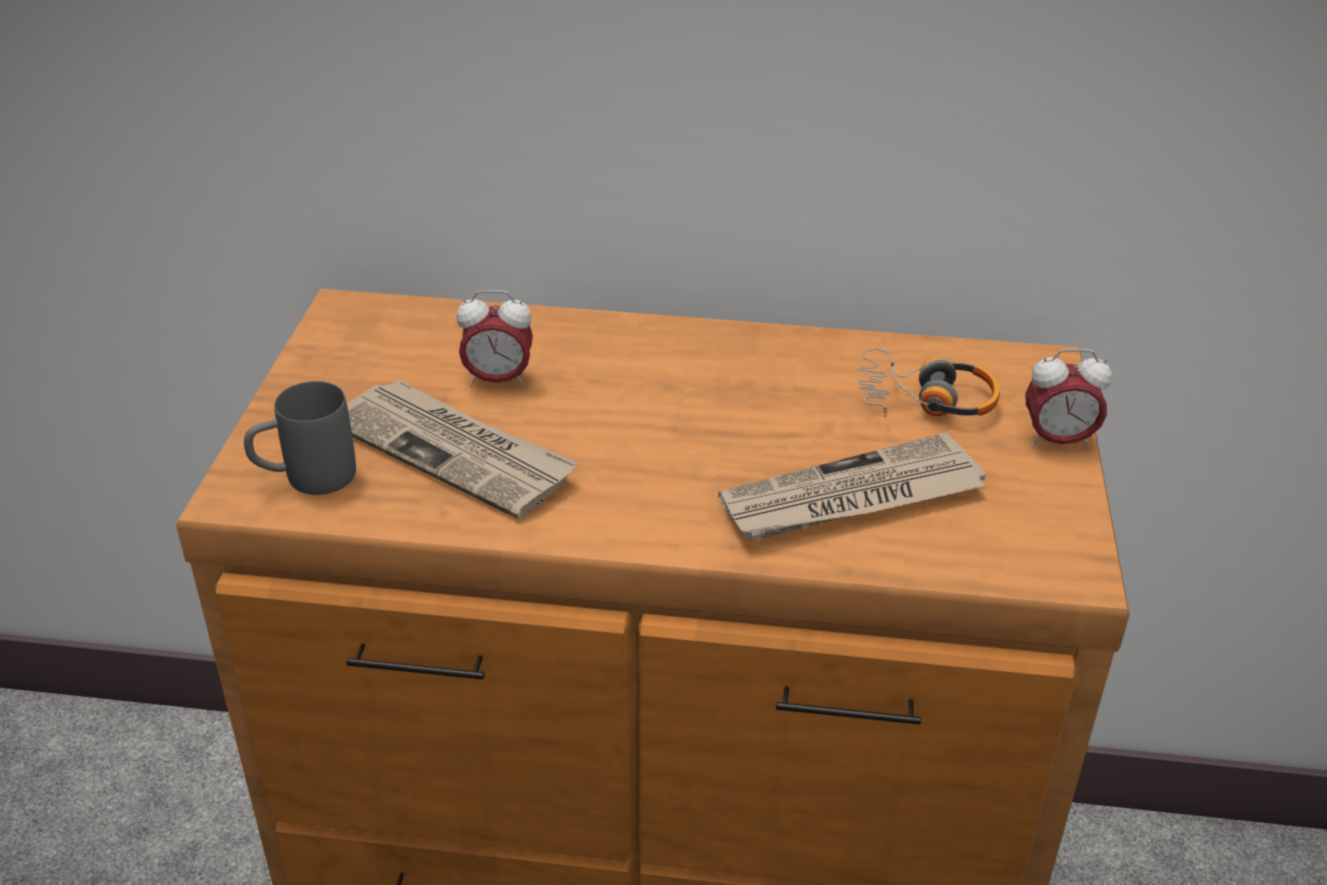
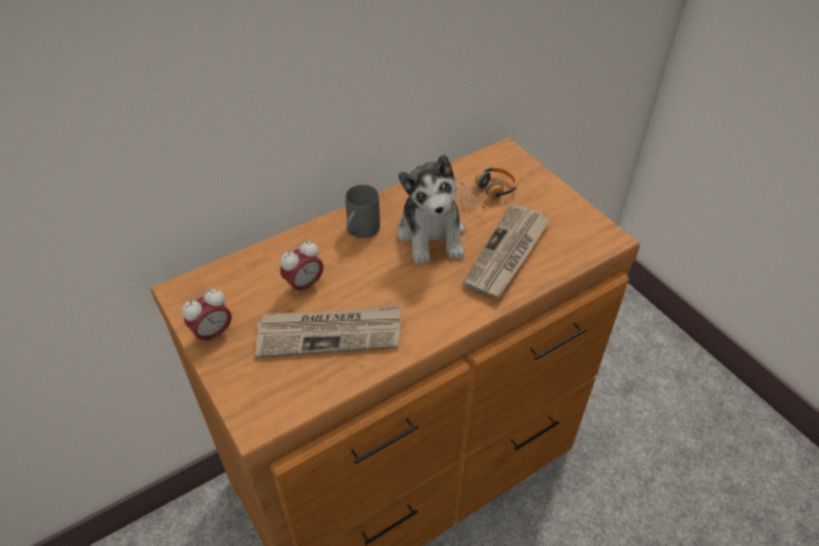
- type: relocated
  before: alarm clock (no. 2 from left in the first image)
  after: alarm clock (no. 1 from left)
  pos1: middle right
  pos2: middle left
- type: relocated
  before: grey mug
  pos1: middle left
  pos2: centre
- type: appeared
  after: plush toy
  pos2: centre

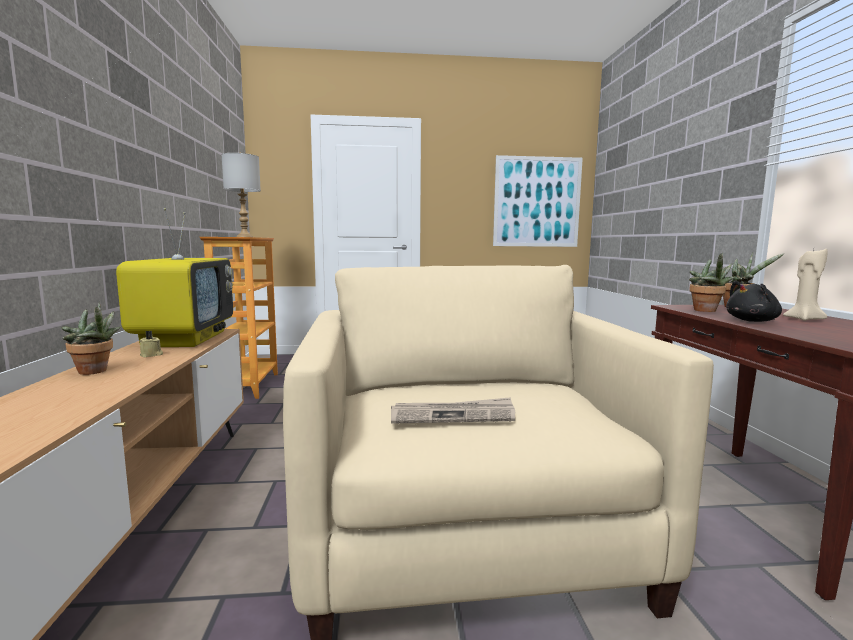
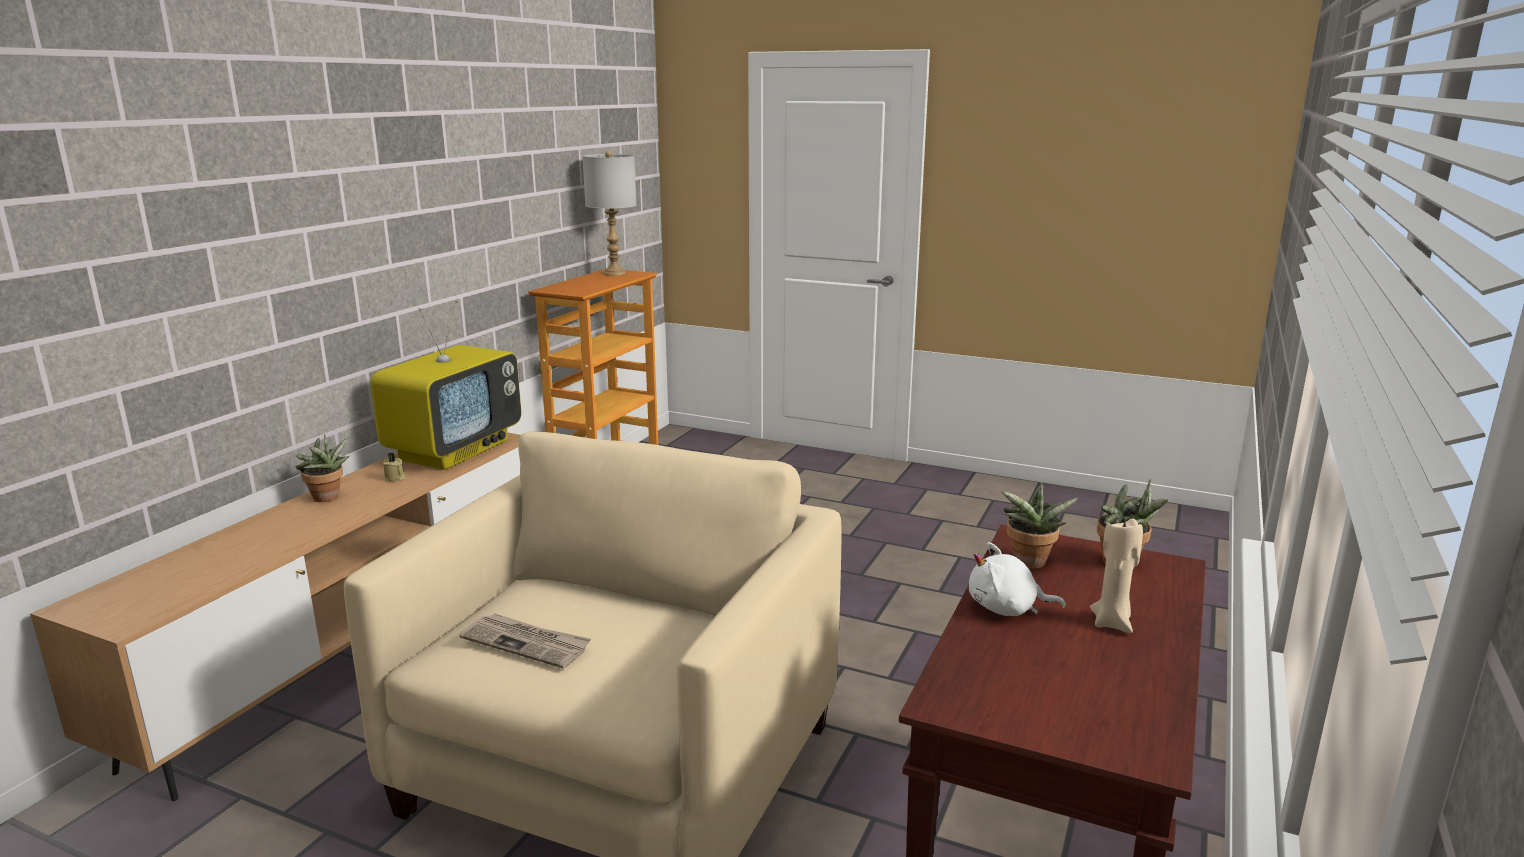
- type: colour
  before: black plush toy
  after: white plush toy
  pos1: middle right
  pos2: bottom right
- type: missing
  before: picture
  pos1: top centre

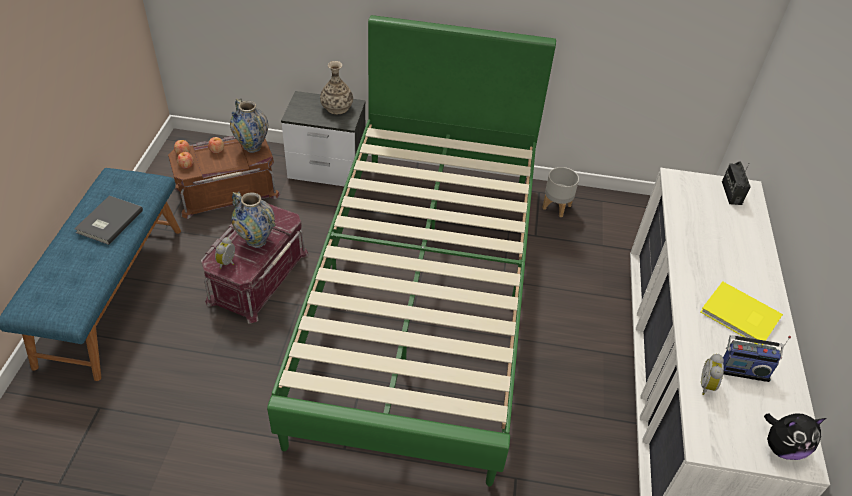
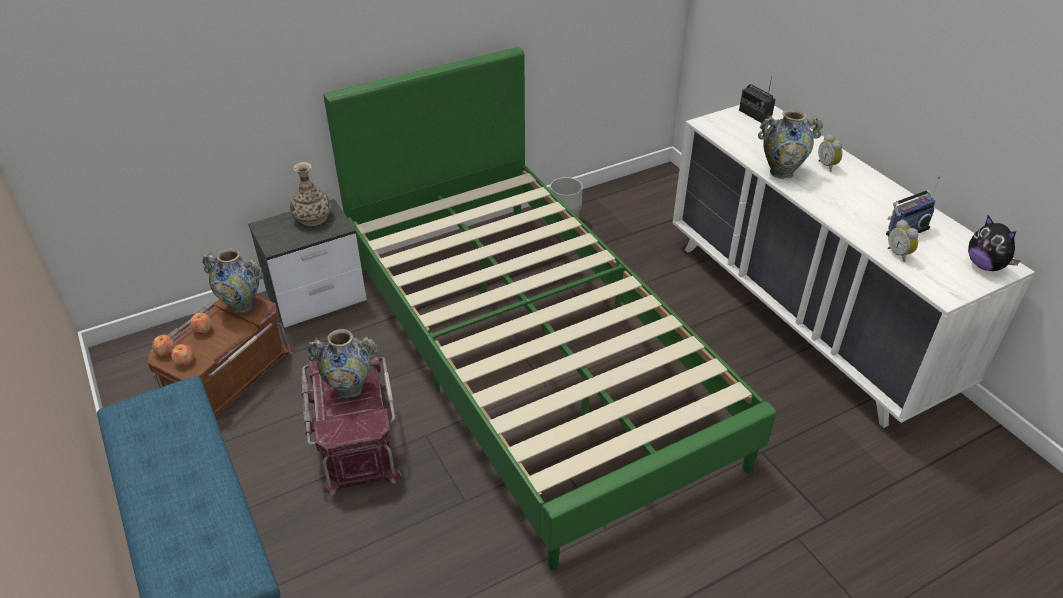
- type: appeared
  after: vase (no. 4 from left)
  pos2: top right
- type: relocated
  before: alarm clock (no. 1 from left)
  pos1: middle left
  pos2: top right
- type: spun
  before: plush toy
  pos1: bottom right
  pos2: middle right
  turn: 105
- type: missing
  before: grey book
  pos1: middle left
- type: missing
  before: yellow book
  pos1: middle right

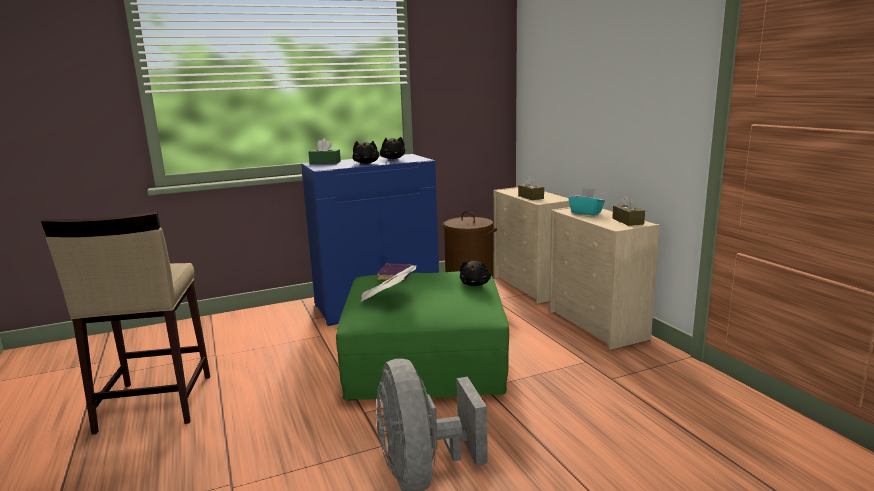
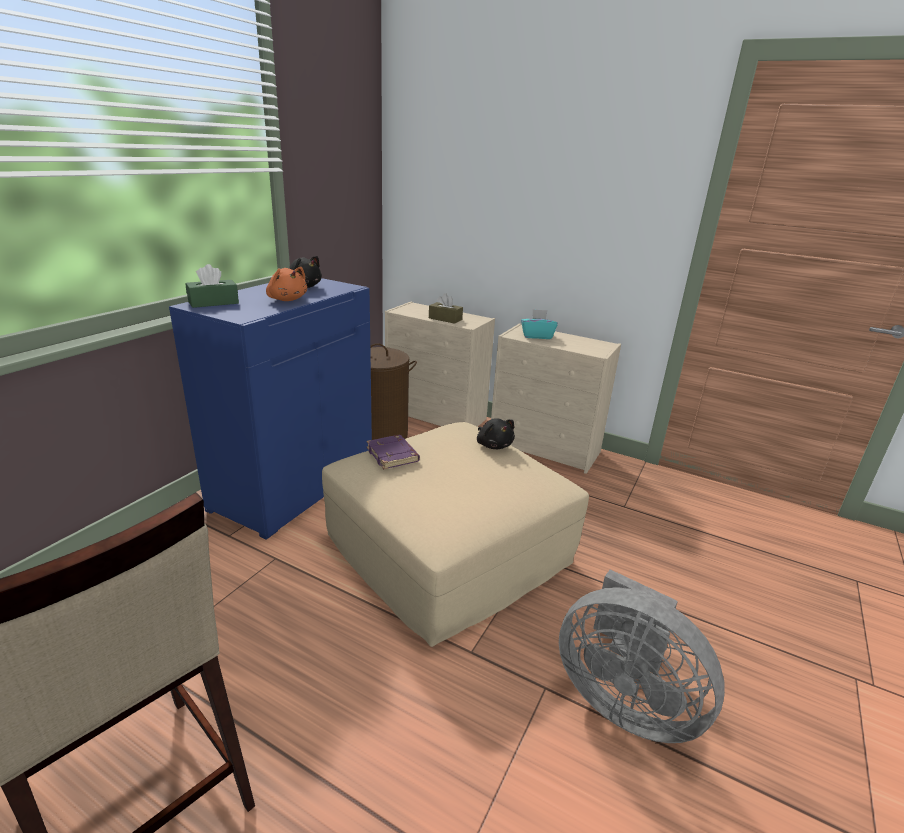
- type: colour
  before: black plush toy (no. 1 from left)
  after: orange plush toy
  pos1: top centre
  pos2: middle left
- type: colour
  before: green ottoman
  after: beige ottoman
  pos1: bottom centre
  pos2: centre
- type: missing
  before: newspaper
  pos1: centre
- type: missing
  before: brown tissue box (no. 2 from left)
  pos1: middle right

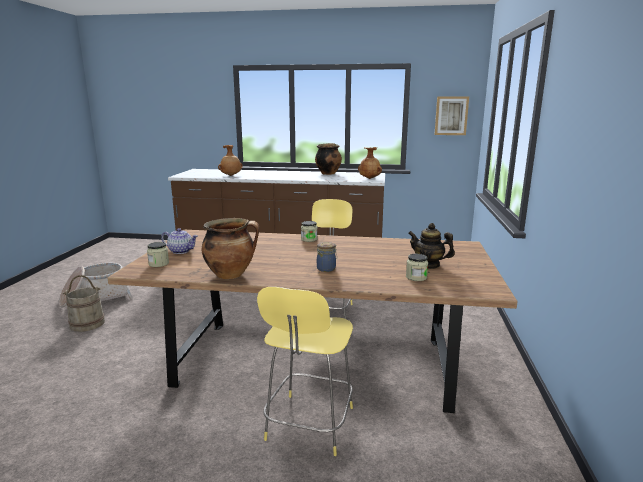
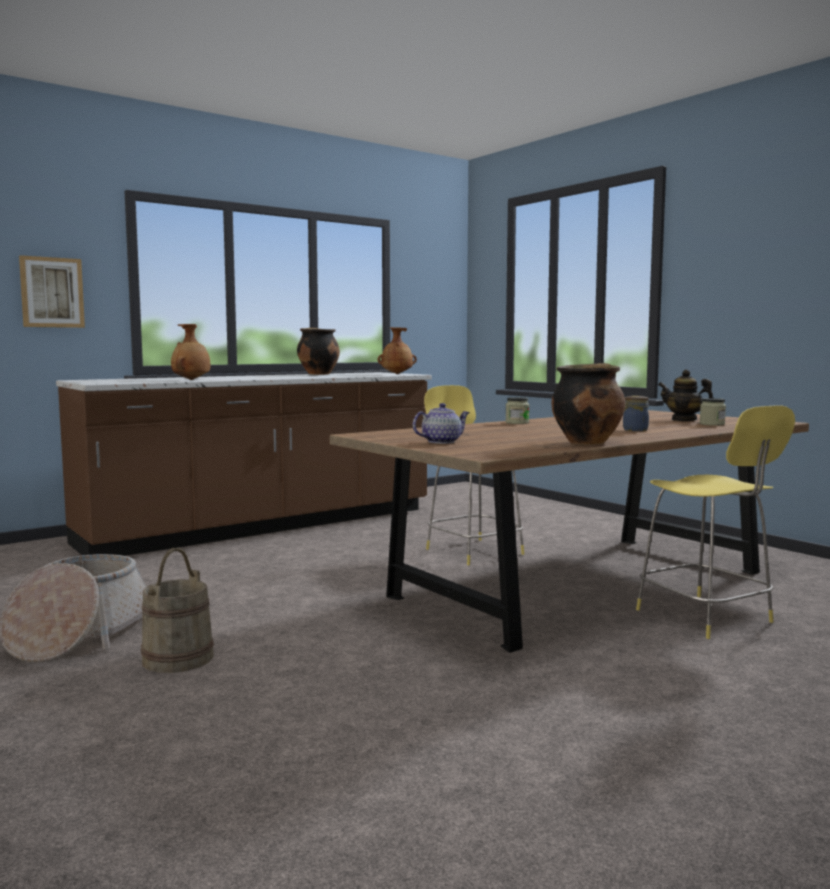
- type: relocated
  before: picture
  pos1: top right
  pos2: top left
- type: spun
  before: teapot (no. 2 from left)
  pos1: middle right
  pos2: middle right
  turn: 45
- type: missing
  before: jar (no. 1 from left)
  pos1: middle left

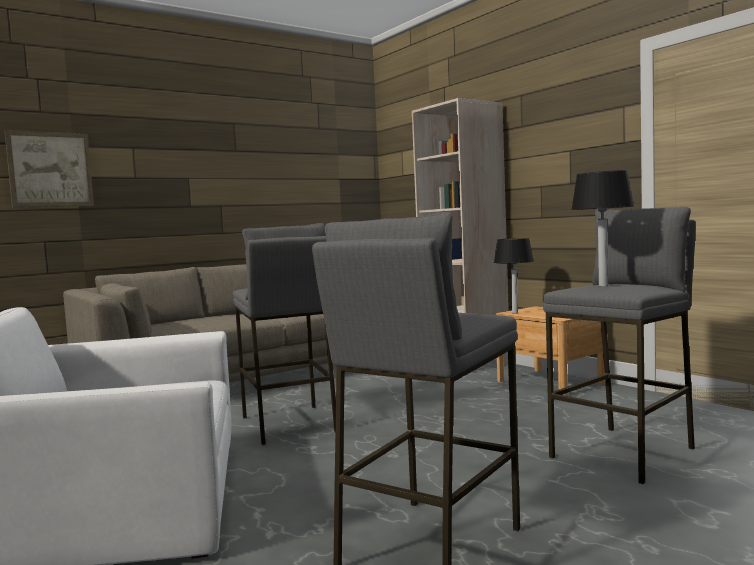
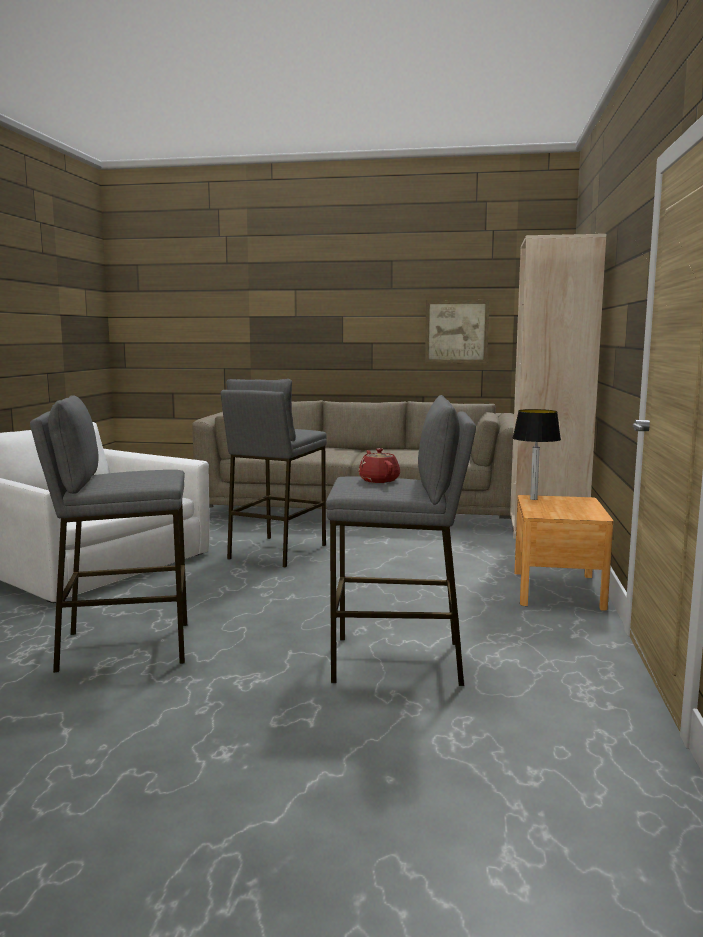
- type: exchanged
  before: table lamp (no. 2 from left)
  after: red teapot
  pos1: middle right
  pos2: centre
- type: relocated
  before: picture
  pos1: top left
  pos2: centre

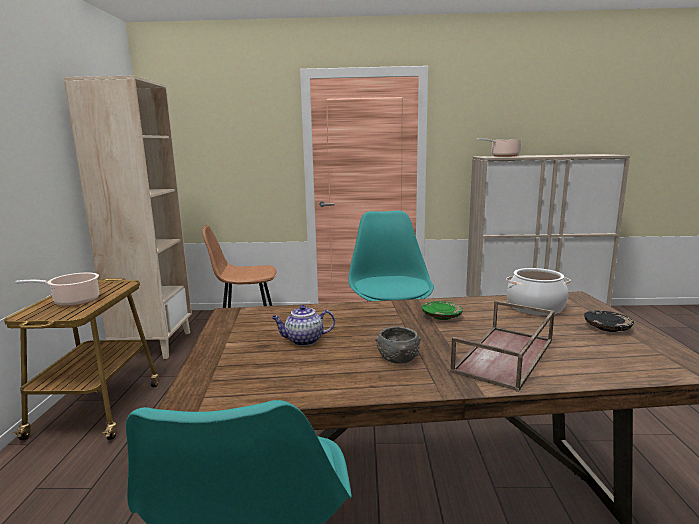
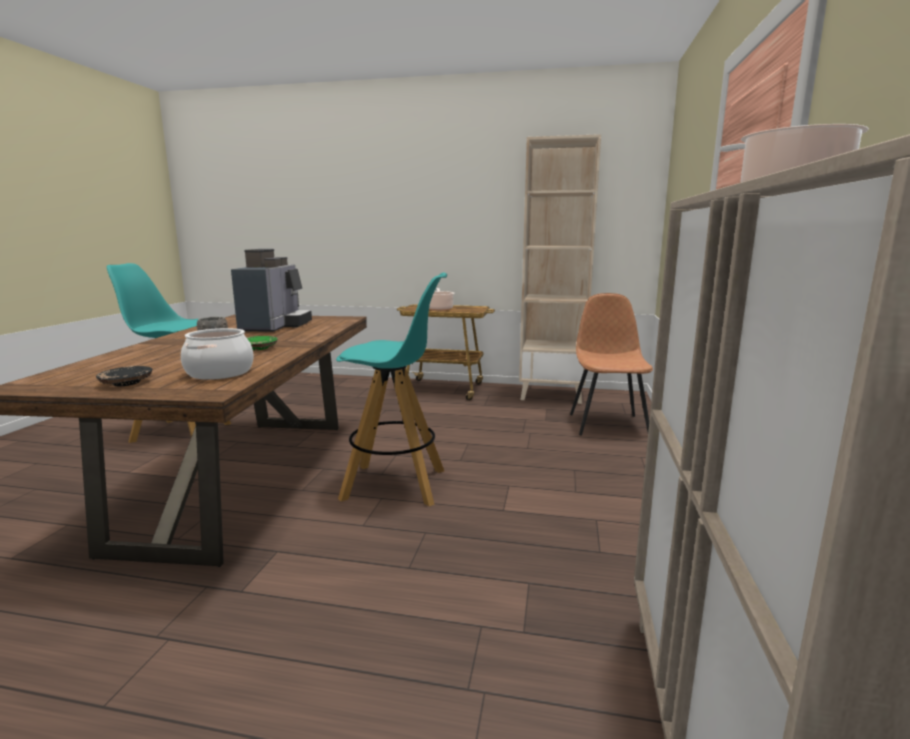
- type: exchanged
  before: teapot
  after: coffee machine
  pos1: centre
  pos2: middle left
- type: missing
  before: brown tray
  pos1: middle right

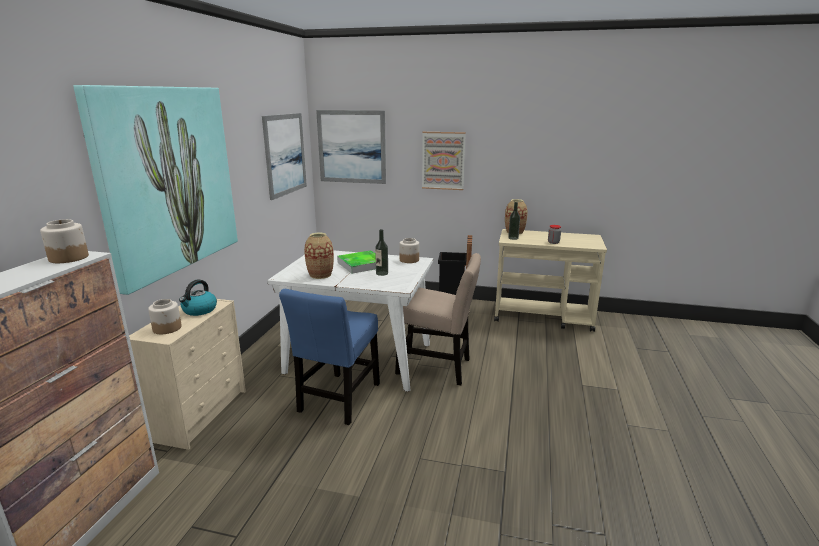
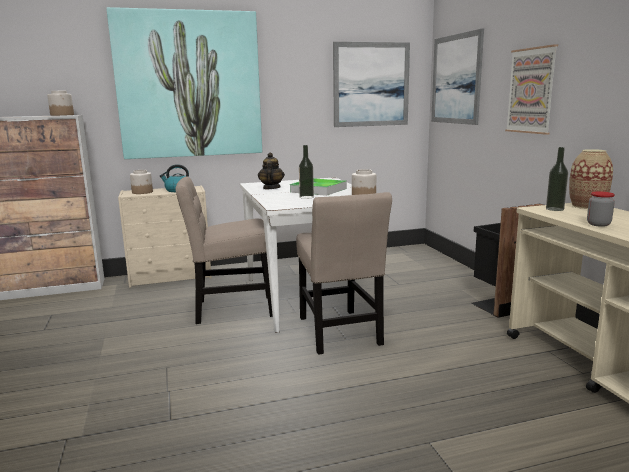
- type: colour
  before: blue chair
  after: beige chair (no. 1 from left)
  pos1: centre
  pos2: centre
- type: exchanged
  before: vase (no. 1 from left)
  after: teapot
  pos1: centre
  pos2: centre

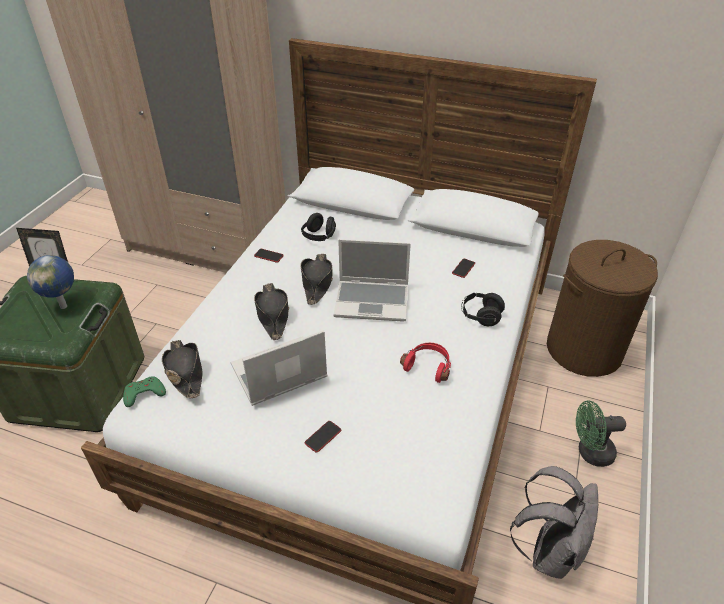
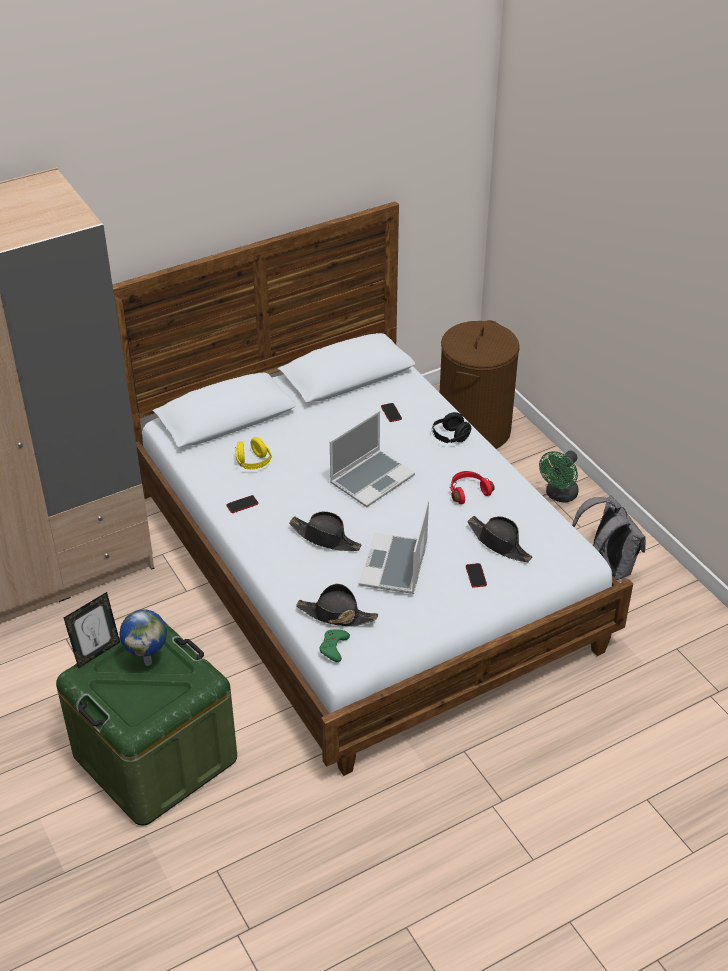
- type: colour
  before: black headphones (no. 1 from left)
  after: yellow headphones
  pos1: centre
  pos2: centre
- type: relocated
  before: black hat (no. 3 from left)
  pos1: centre
  pos2: middle right

